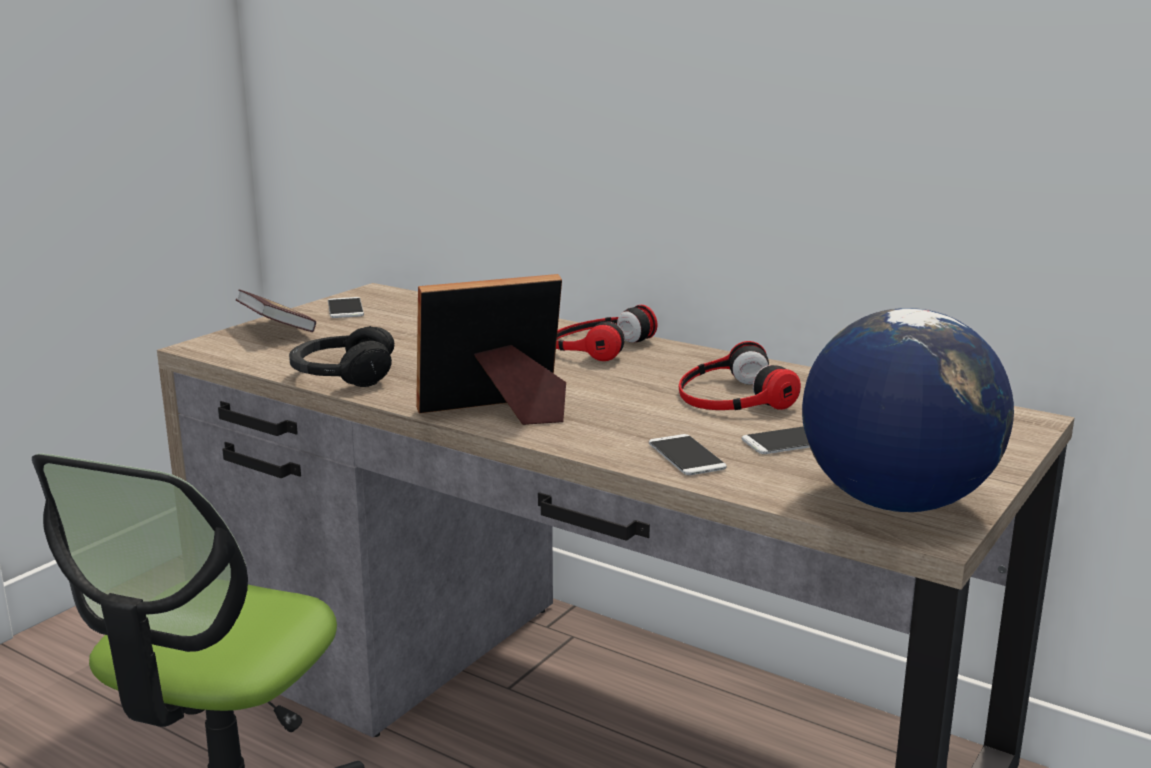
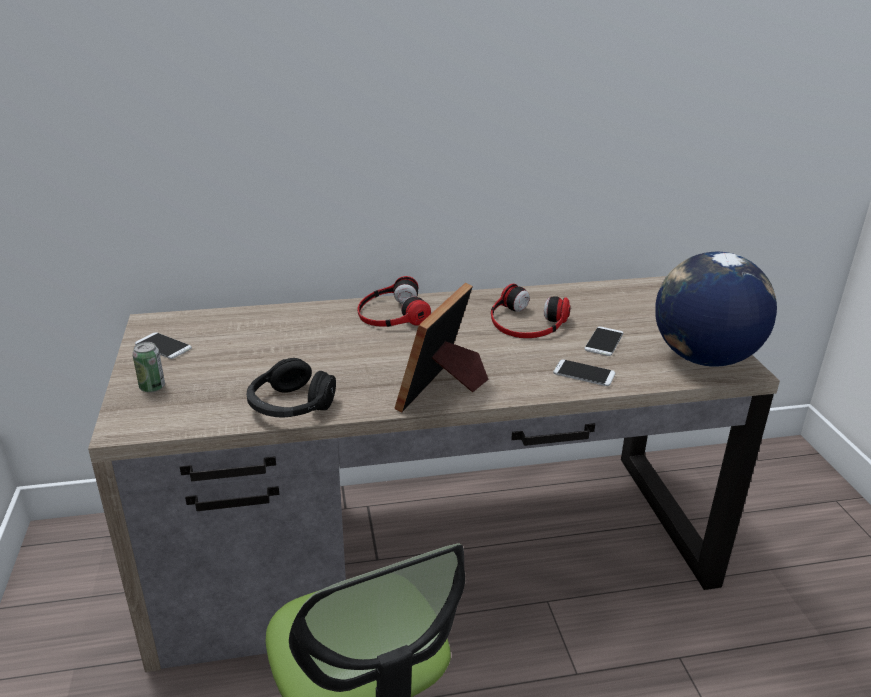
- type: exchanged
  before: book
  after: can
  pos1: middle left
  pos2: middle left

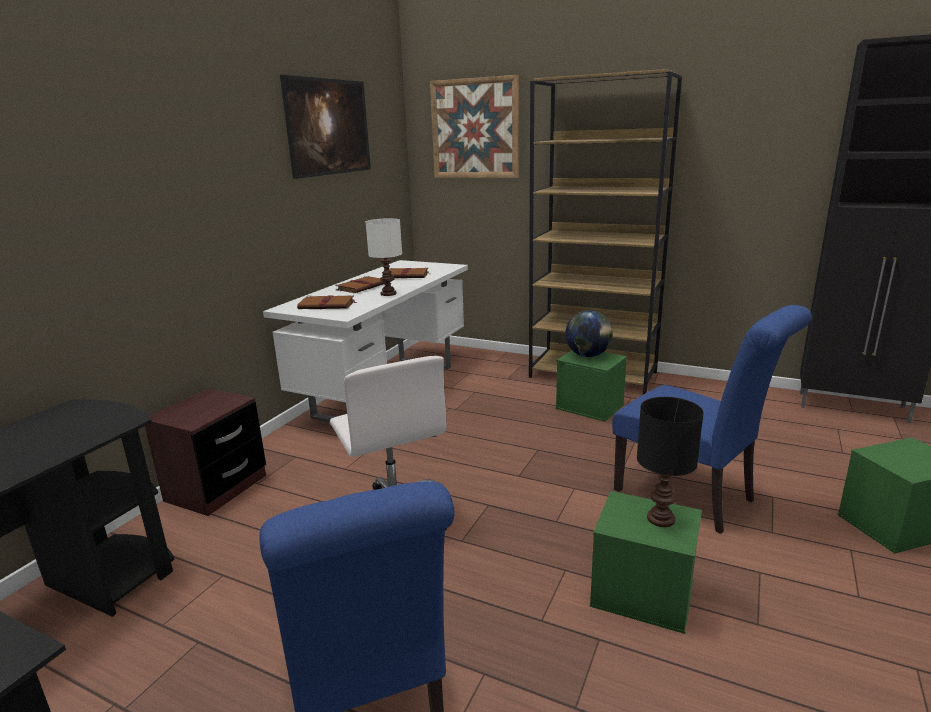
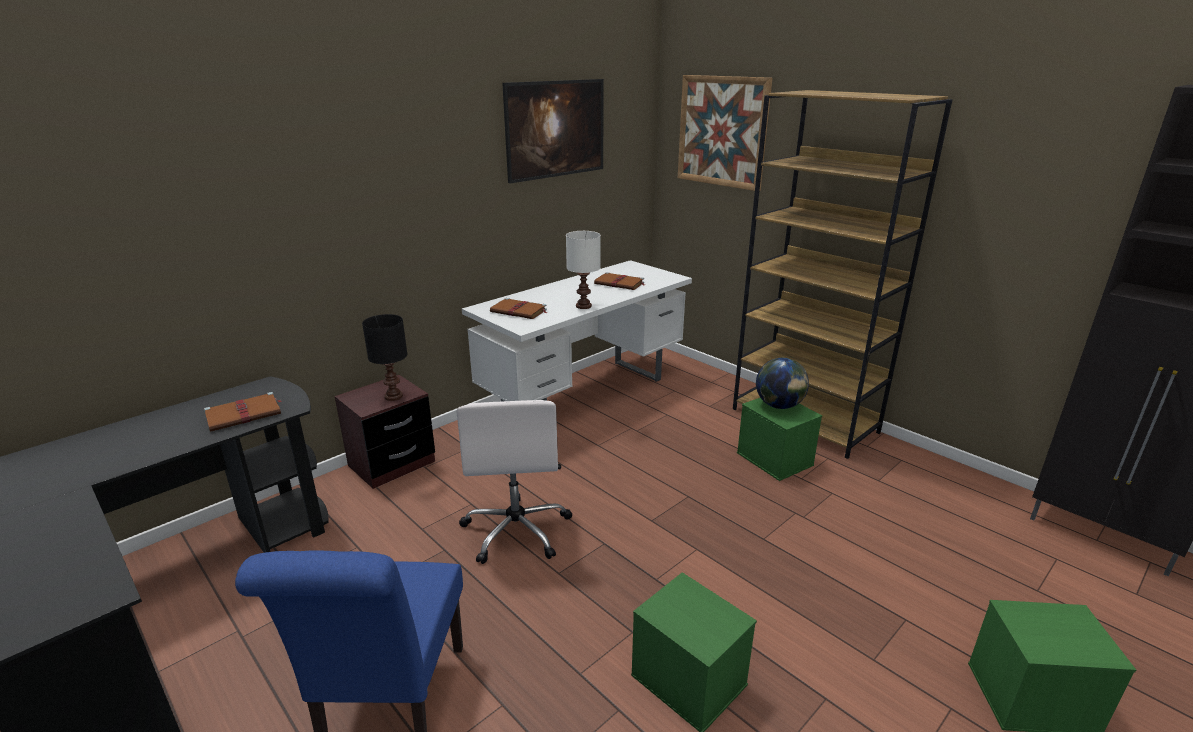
- type: relocated
  before: brown book (no. 2 from left in the first image)
  after: brown book (no. 1 from left)
  pos1: centre
  pos2: middle left
- type: relocated
  before: black table lamp
  pos1: middle right
  pos2: middle left
- type: missing
  before: blue chair (no. 2 from left)
  pos1: middle right

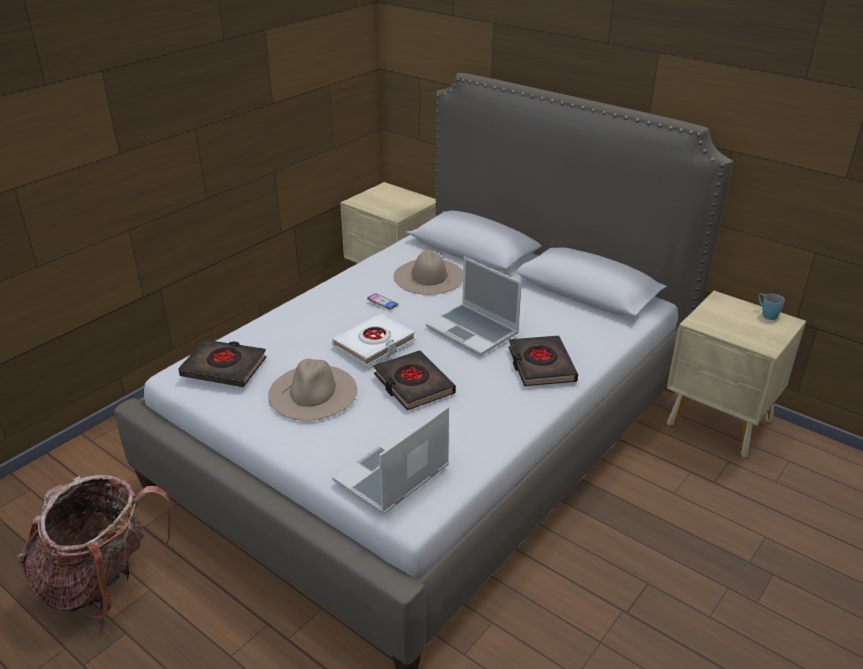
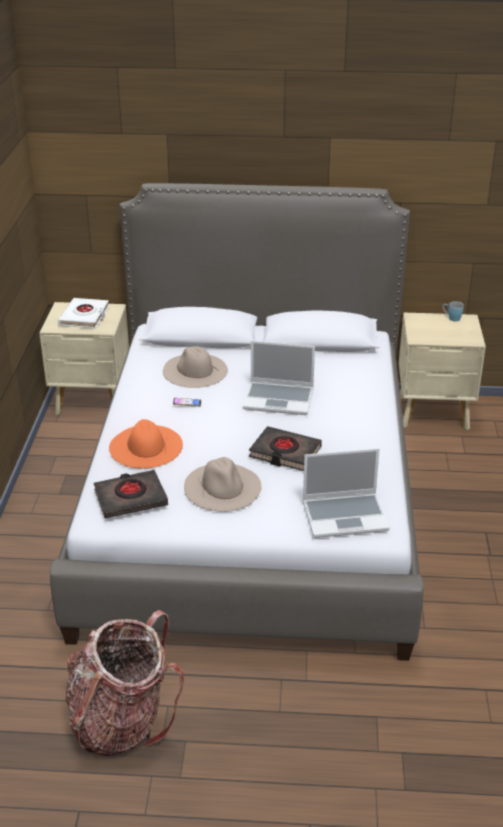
- type: relocated
  before: white book
  pos1: centre
  pos2: middle left
- type: appeared
  after: orange hat
  pos2: middle left
- type: spun
  before: laptop (no. 1 from left in the first image)
  pos1: bottom centre
  pos2: middle right
  turn: -105
- type: missing
  before: black book (no. 3 from left)
  pos1: centre

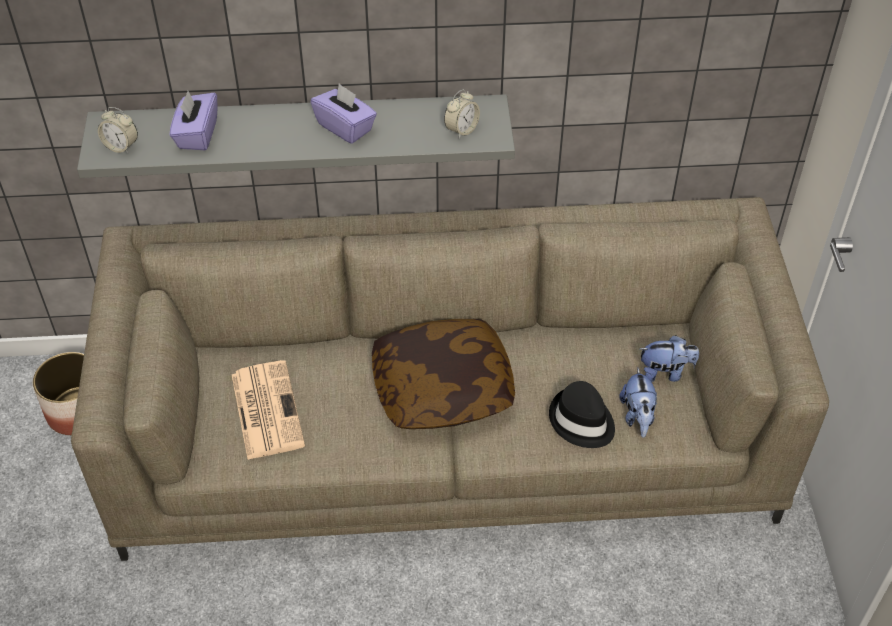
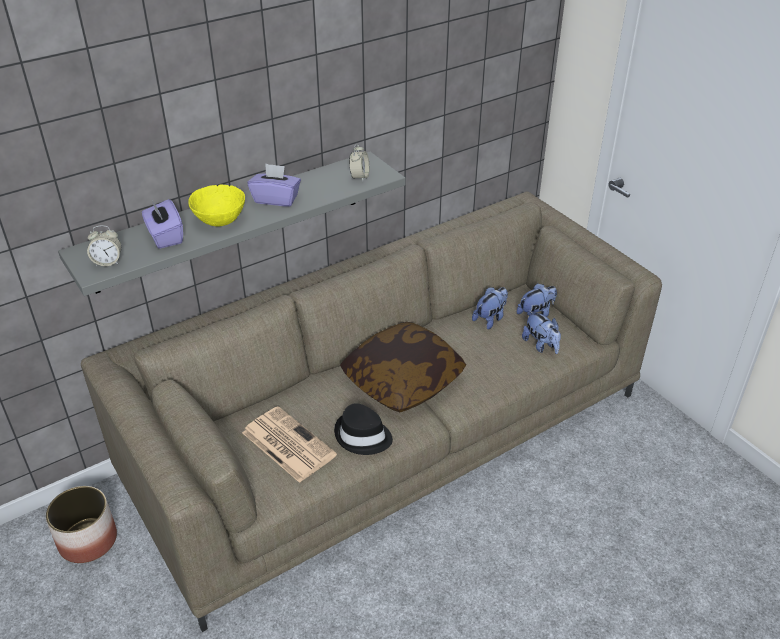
- type: appeared
  after: yellow bowl
  pos2: top left
- type: relocated
  before: black hat
  pos1: centre
  pos2: bottom centre
- type: appeared
  after: plush toy (no. 1 from left)
  pos2: centre

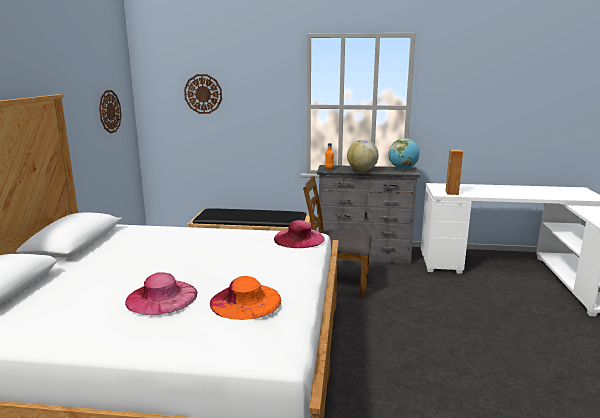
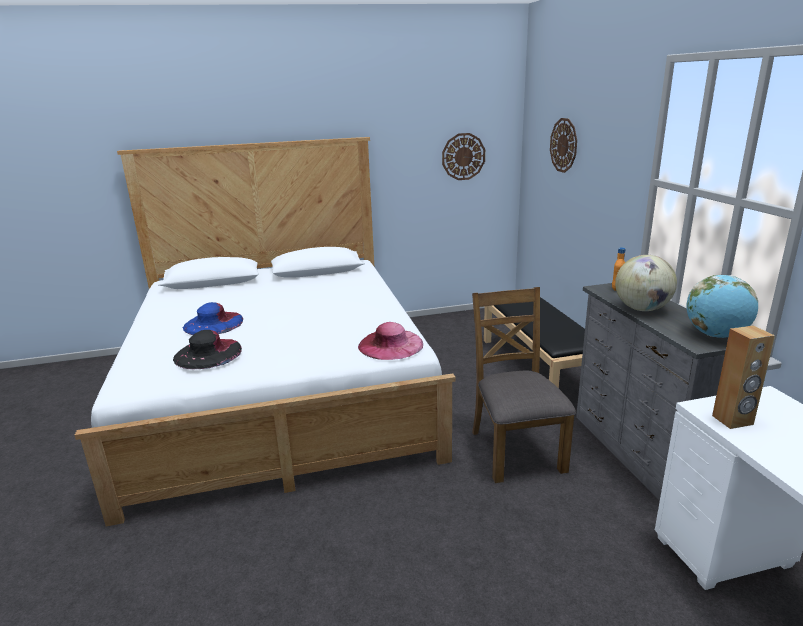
- type: colour
  before: orange hat
  after: black hat
  pos1: bottom centre
  pos2: middle left
- type: colour
  before: pink hat (no. 1 from left)
  after: blue hat
  pos1: bottom left
  pos2: middle left

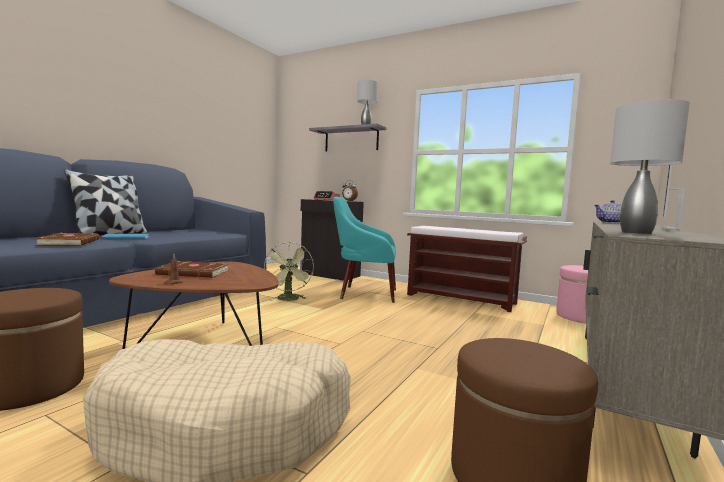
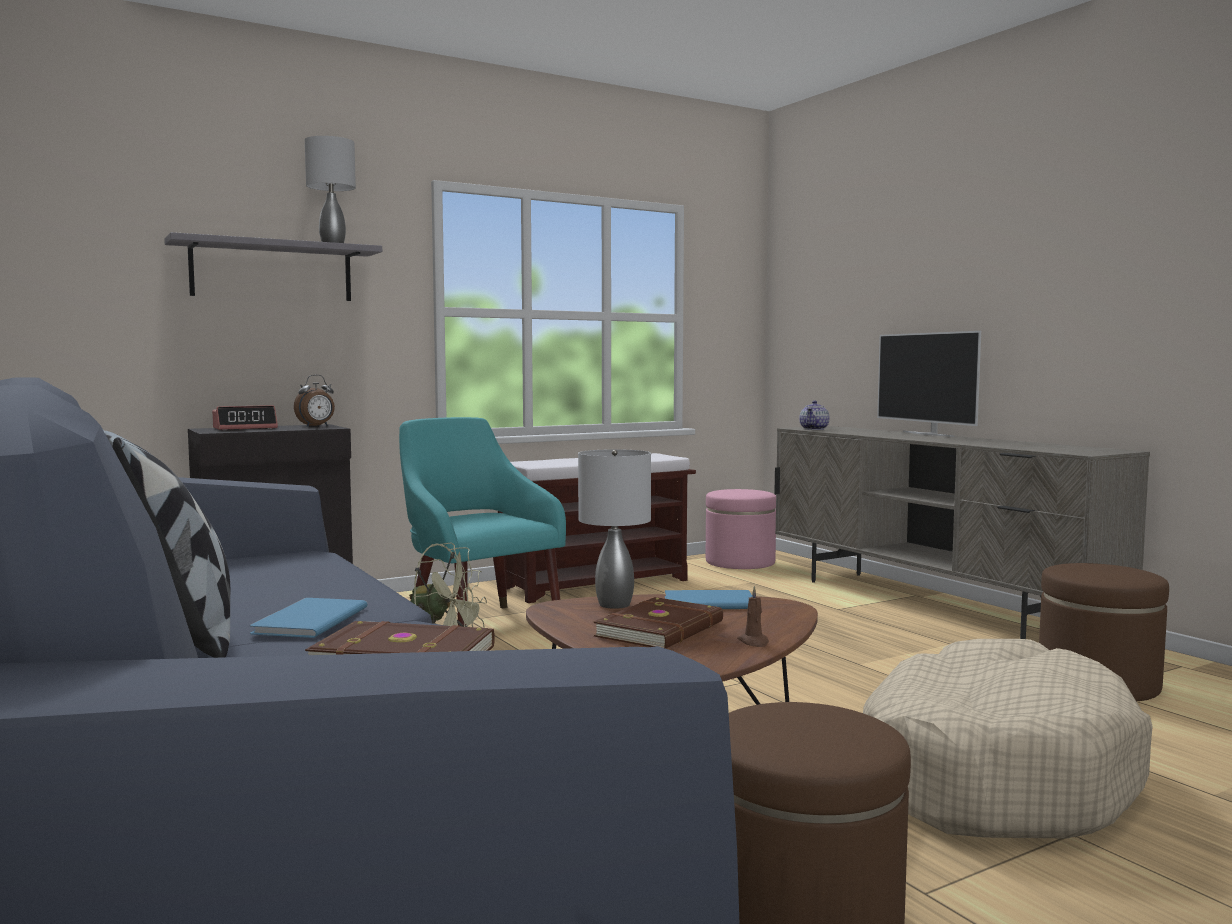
- type: spun
  before: turquoise armchair
  pos1: centre
  pos2: centre
  turn: 105
- type: relocated
  before: grey table lamp (no. 2 from left)
  pos1: middle right
  pos2: centre
- type: appeared
  after: blue book (no. 2 from left)
  pos2: centre

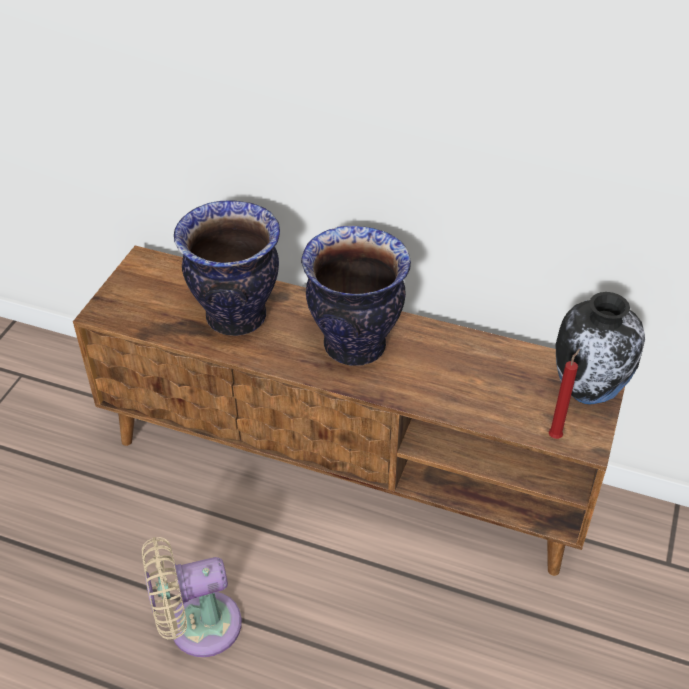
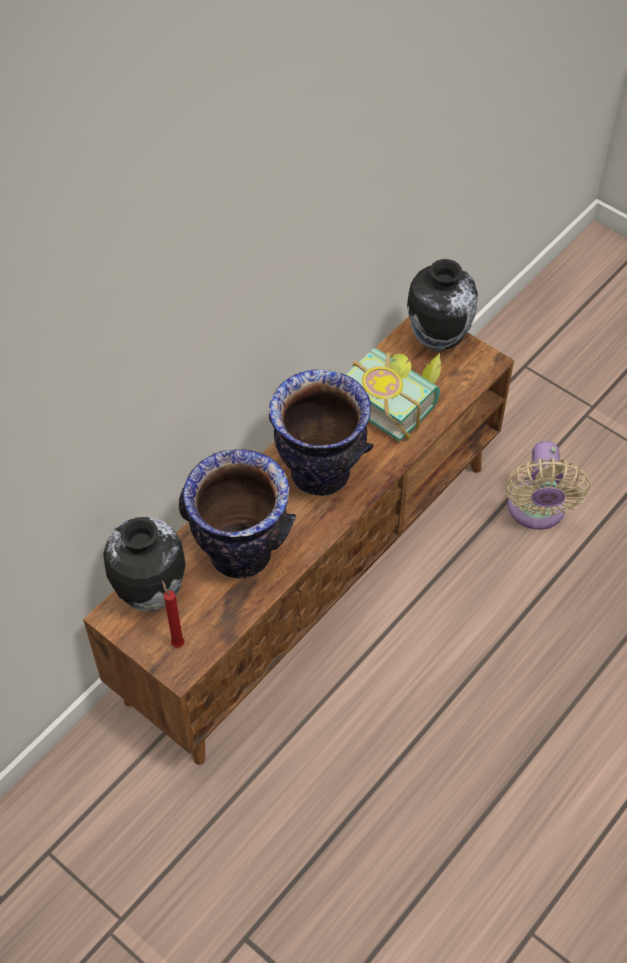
- type: appeared
  after: vase (no. 1 from left)
  pos2: middle left
- type: relocated
  before: red candle
  pos1: middle right
  pos2: middle left
- type: appeared
  after: book
  pos2: centre
- type: relocated
  before: beige fan
  pos1: bottom left
  pos2: middle right

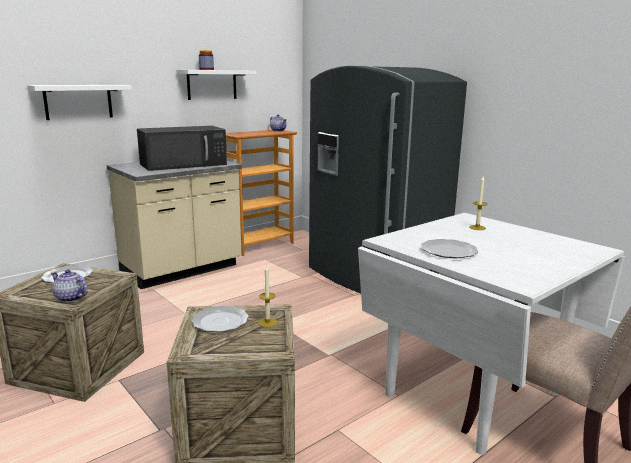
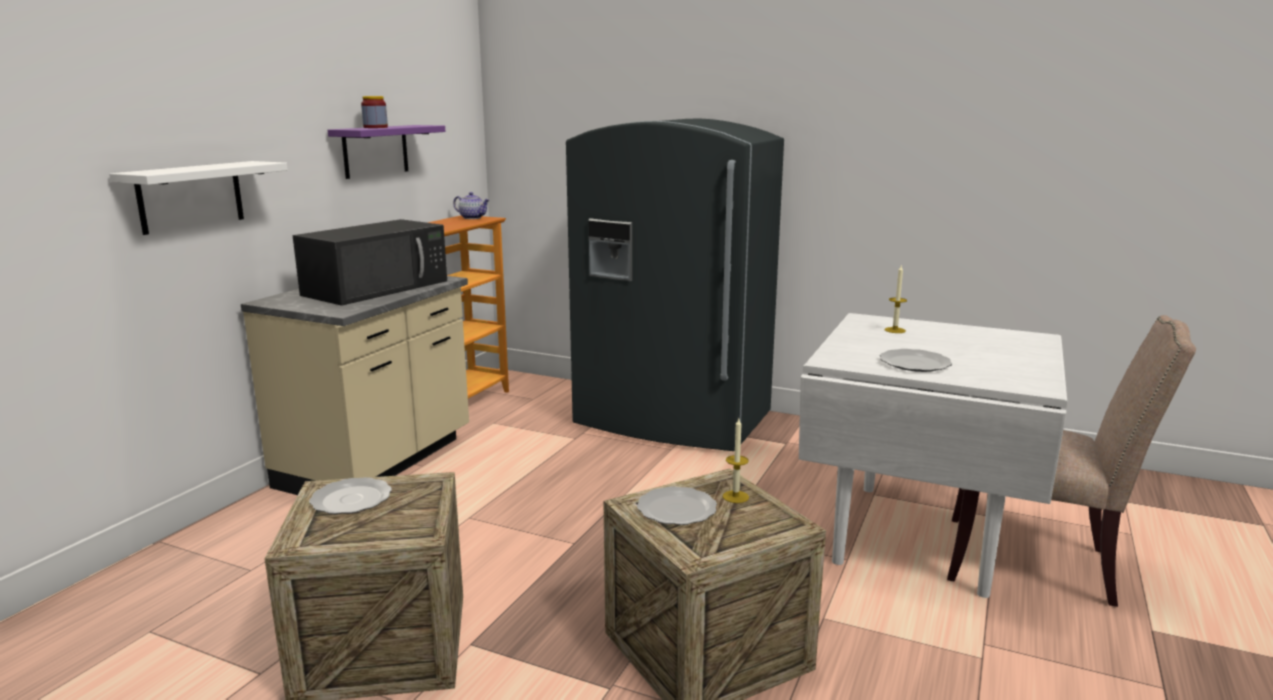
- type: colour
  before: white shelf (no. 2 from left)
  after: purple shelf
  pos1: top centre
  pos2: top left
- type: missing
  before: teapot (no. 1 from left)
  pos1: middle left

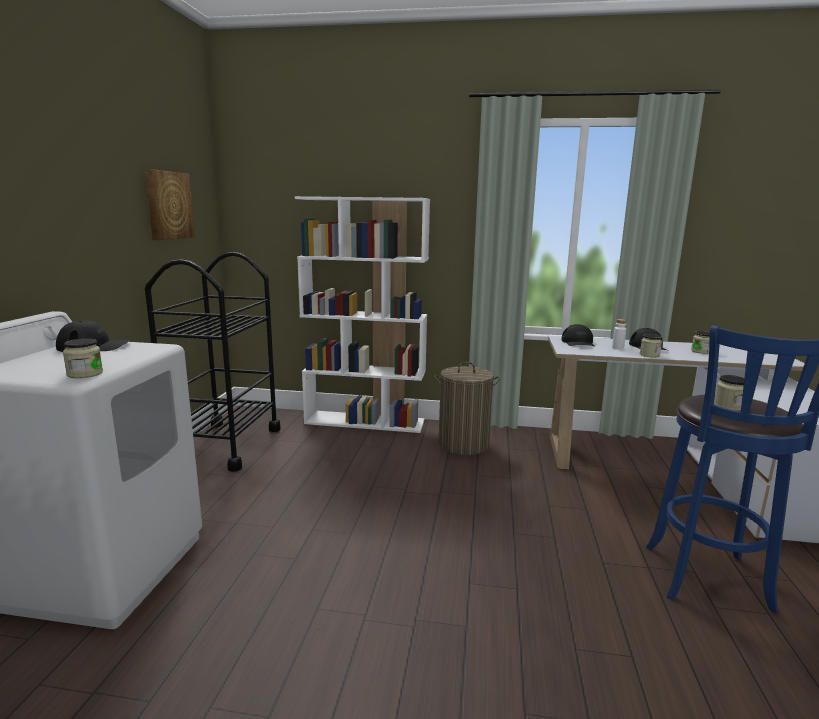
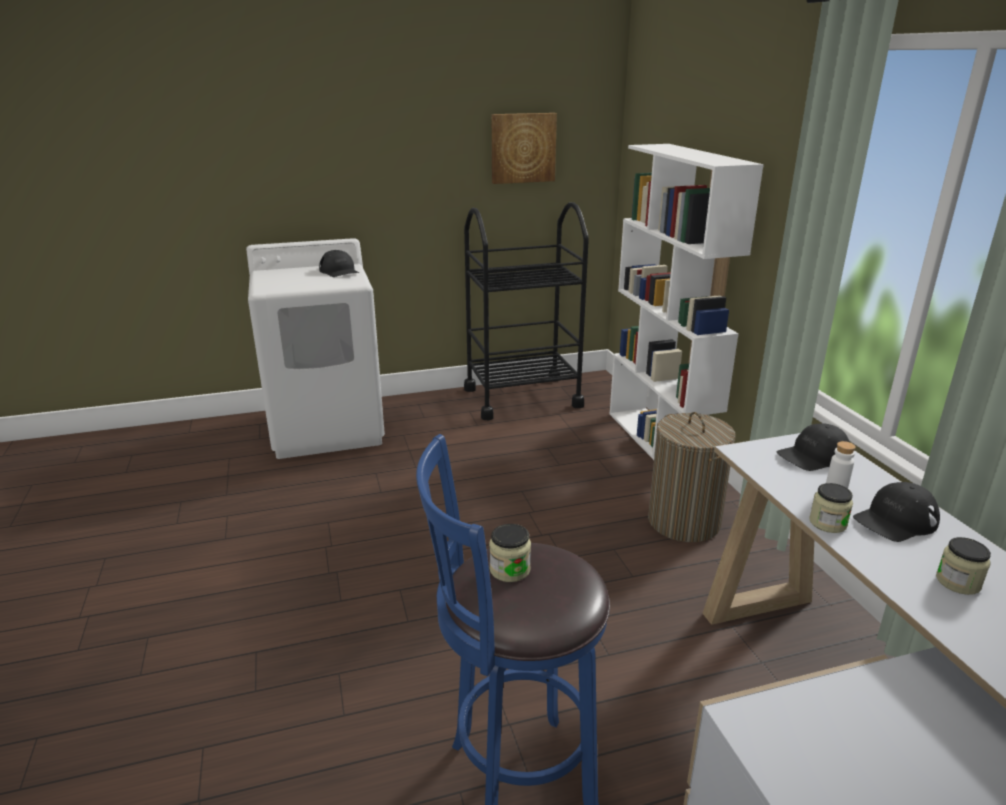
- type: missing
  before: jar (no. 1 from left)
  pos1: middle left

